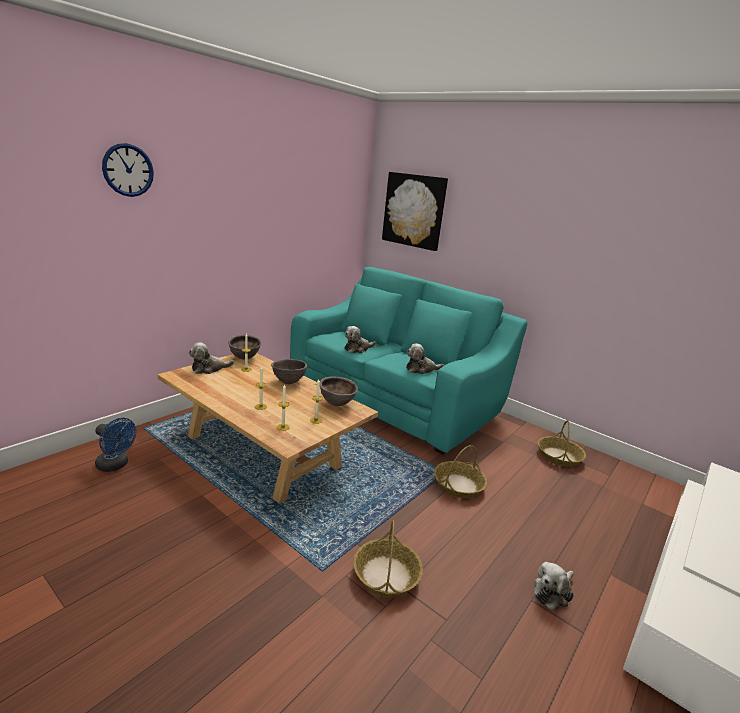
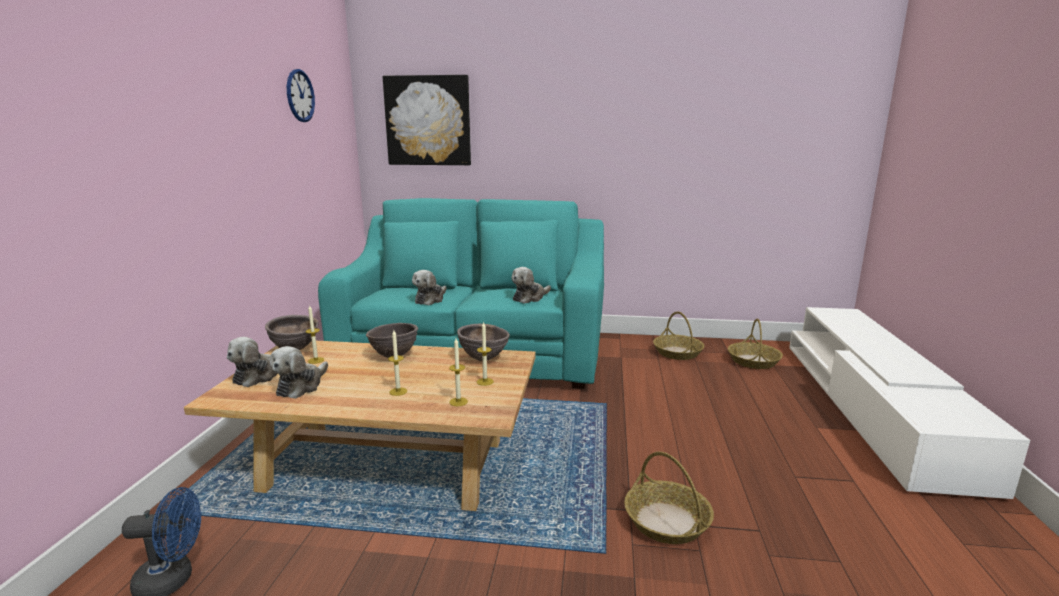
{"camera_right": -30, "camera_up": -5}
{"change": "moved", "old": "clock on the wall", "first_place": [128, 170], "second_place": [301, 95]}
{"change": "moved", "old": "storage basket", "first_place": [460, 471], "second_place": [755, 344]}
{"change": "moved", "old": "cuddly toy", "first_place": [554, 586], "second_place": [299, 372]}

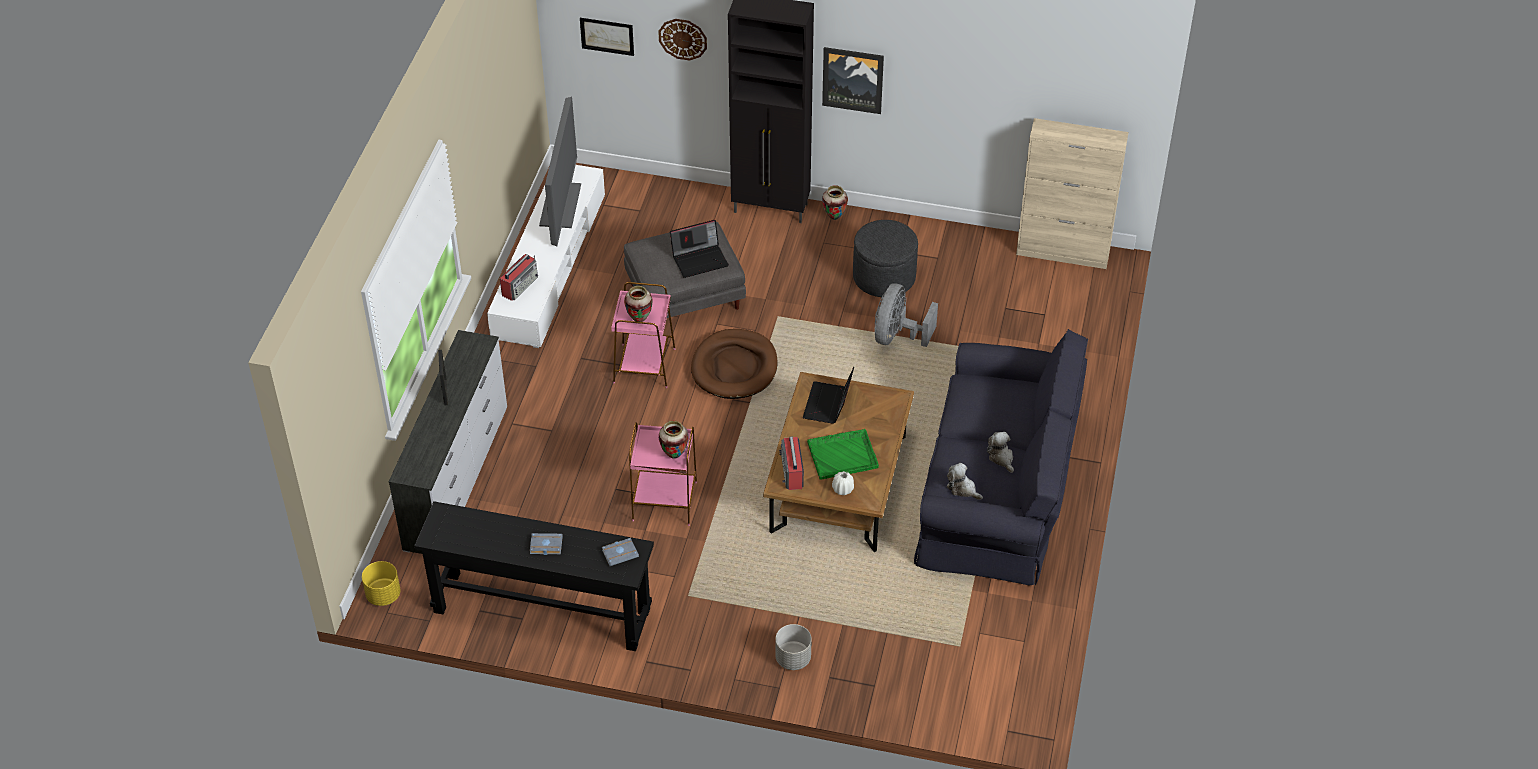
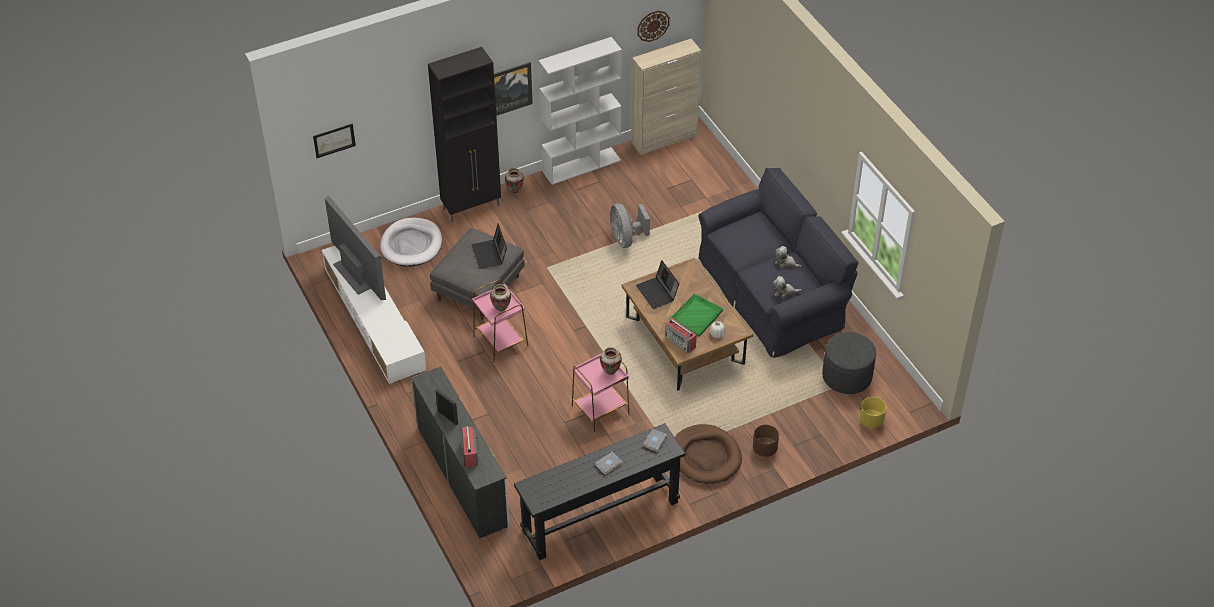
{"camera_right": -40, "camera_up": 0}
{"change": "moved", "old": "clock on the wall", "first_place": [682, 40], "second_place": [653, 26]}
{"change": "turned", "old": "laptop", "first_place": [699, 249], "second_place": [489, 246], "degrees": 135}
{"change": "moved", "old": "footrest in gray", "first_place": [885, 258], "second_place": [849, 363]}
{"change": "moved", "old": "radio receiver", "first_place": [519, 277], "second_place": [470, 446]}
{"change": "moved", "old": "dog bed in brown-coloured", "first_place": [734, 364], "second_place": [708, 454]}
{"change": "moved", "old": "flower pot in yellowish", "first_place": [381, 583], "second_place": [872, 412]}
{"change": "recoloured", "old": "flower pot in gray", "new": "flower pot in brown-coloured", "first_place": [793, 647], "second_place": [766, 441]}
{"change": "added", "new": "bookcase in white", "second_place": [580, 111]}
{"change": "added", "new": "dog bed in white", "second_place": [411, 242]}

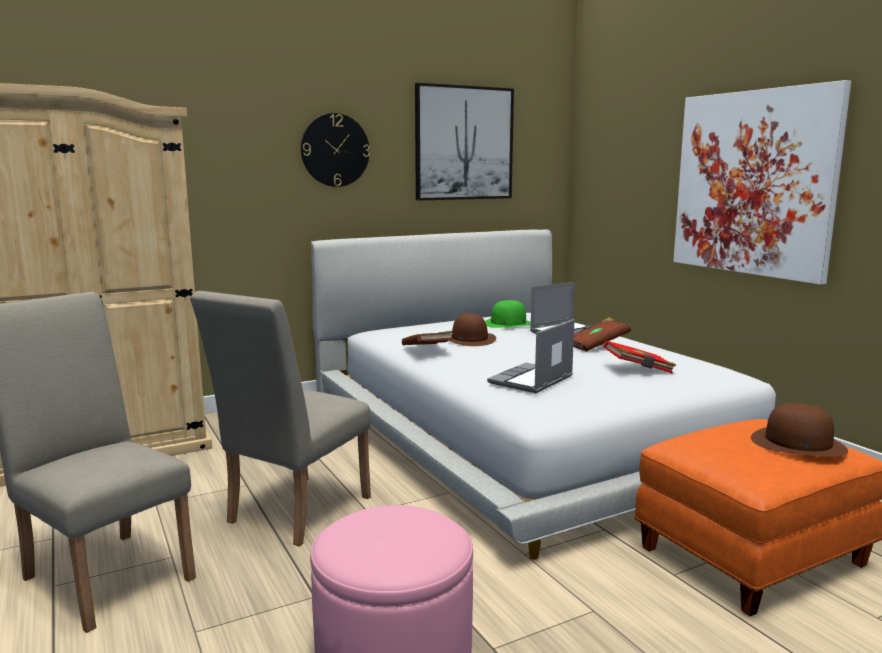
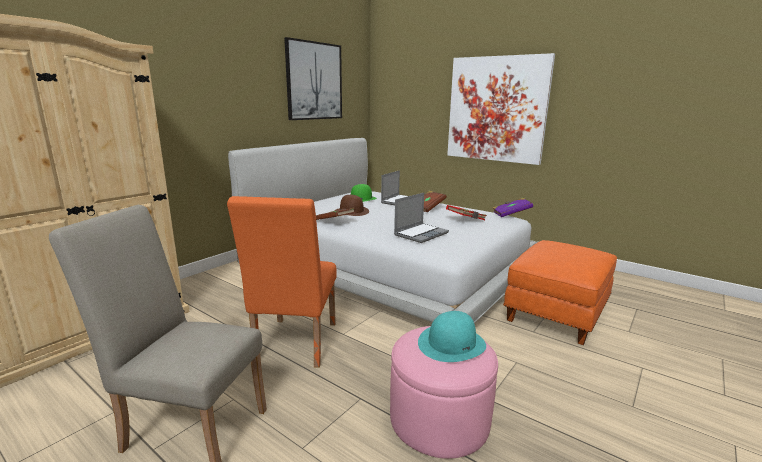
{"camera_right": -25, "camera_up": 5}
{"change": "removed", "old": "clock on the wall", "first_place": [335, 150]}
{"change": "recoloured", "old": "chair in beige-coloured", "new": "chair in orange", "first_place": [280, 418], "second_place": [282, 282]}
{"change": "turned", "old": "laptop", "first_place": [530, 356], "second_place": [421, 218], "degrees": -150}
{"change": "removed", "old": "clothing hat in brown-coloured", "first_place": [799, 430]}
{"change": "added", "new": "volume in purple-coloured", "second_place": [513, 207]}
{"change": "added", "new": "clothing hat in turquoise-coloured", "second_place": [452, 336]}

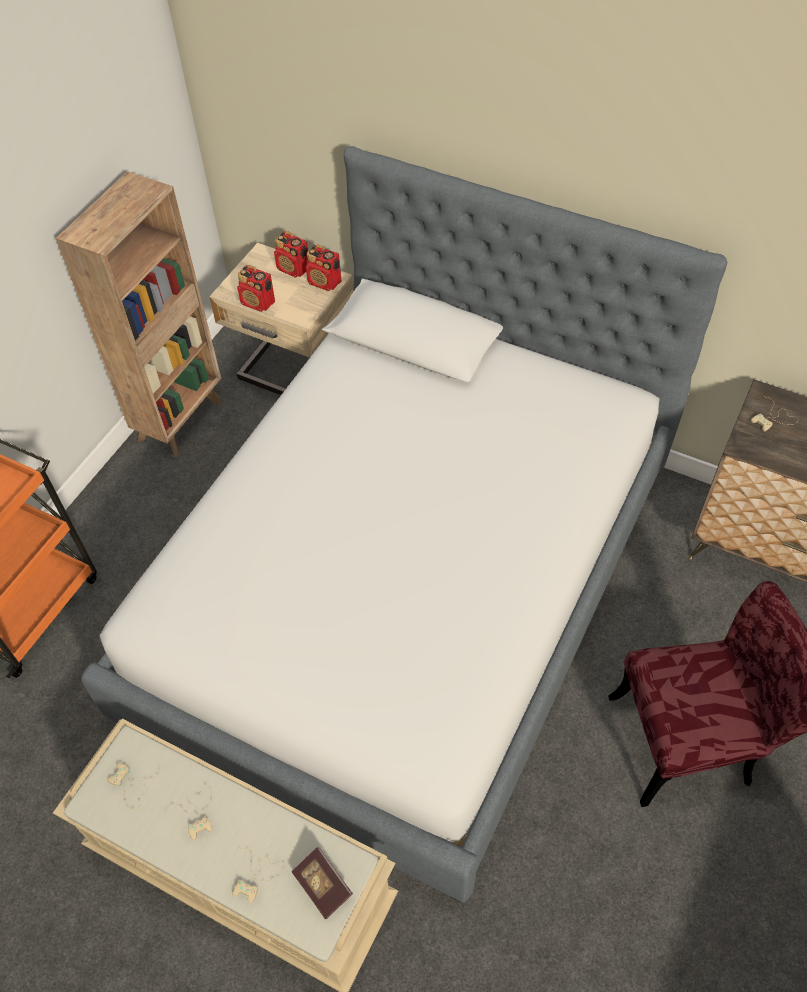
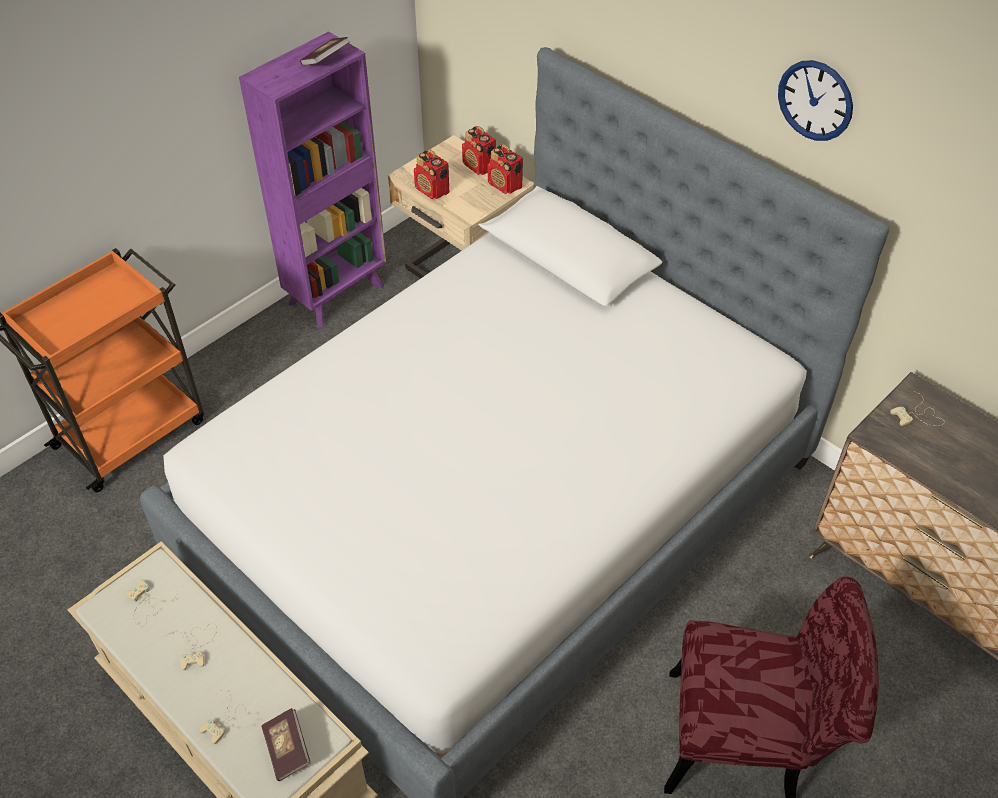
{"camera_right": 15, "camera_up": -5}
{"change": "recoloured", "old": "bookcase in brown-coloured", "new": "bookcase in purple-coloured", "first_place": [139, 314], "second_place": [312, 179]}
{"change": "added", "new": "volume", "second_place": [325, 51]}
{"change": "added", "new": "clock on the wall", "second_place": [815, 100]}

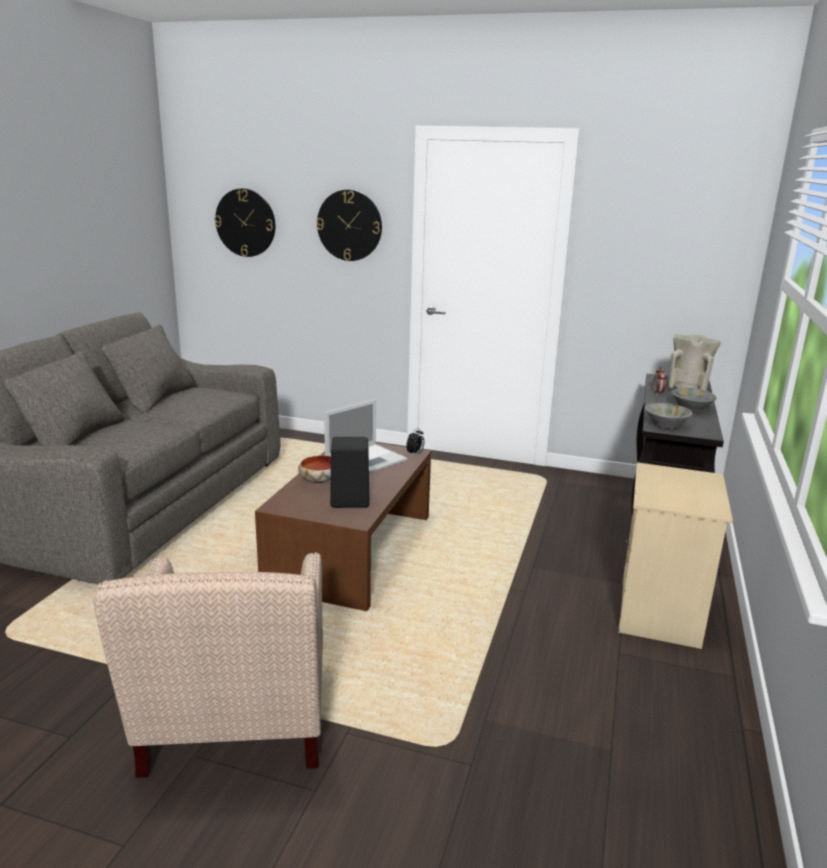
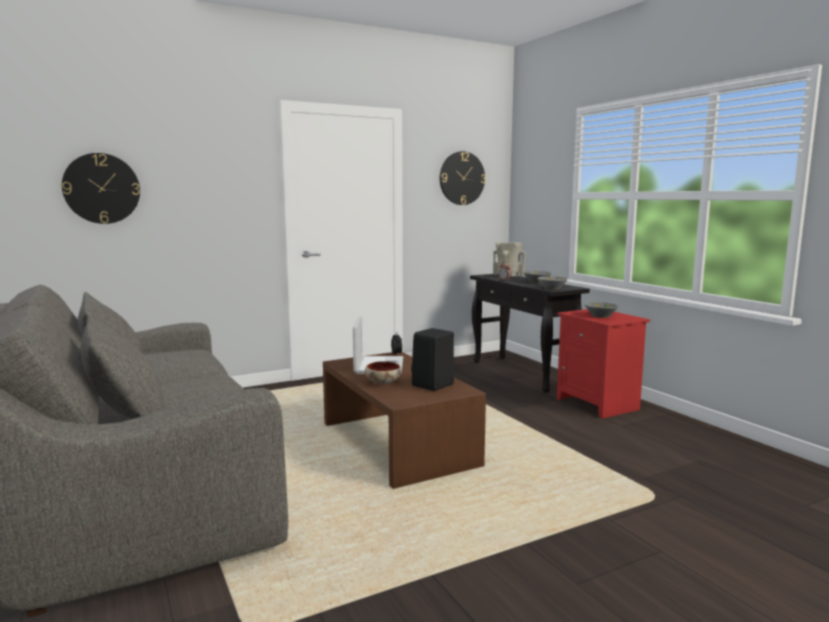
{"camera_right": -45, "camera_up": -10}
{"change": "moved", "old": "clock on the wall", "first_place": [349, 225], "second_place": [463, 178]}
{"change": "recoloured", "old": "night table in beige-coloured", "new": "night table in red-coloured", "first_place": [675, 555], "second_place": [603, 364]}
{"change": "removed", "old": "easy chair in beige-coloured", "first_place": [208, 665]}
{"change": "added", "new": "serving bowl in gray", "second_place": [601, 310]}

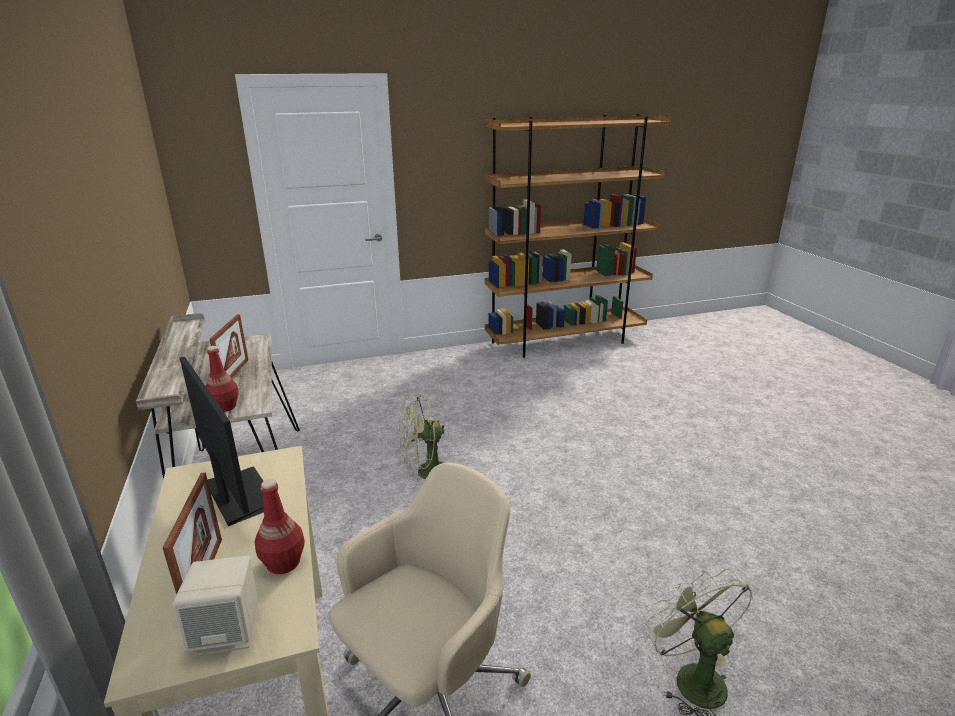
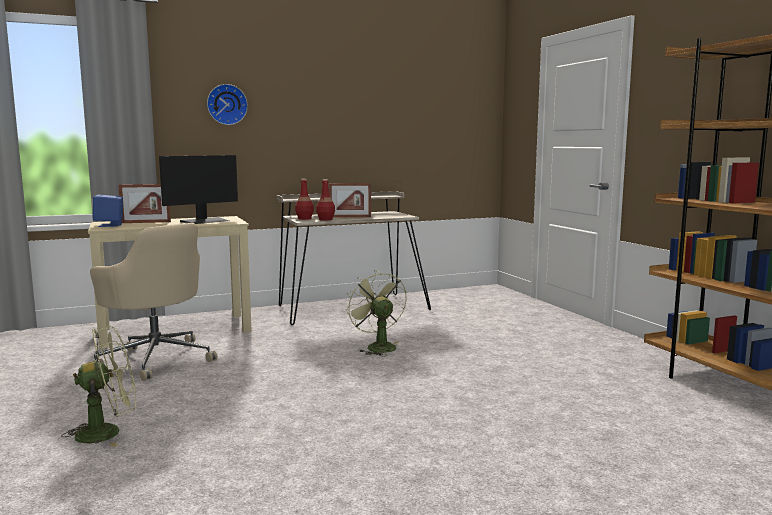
{"camera_right": 85, "camera_up": -15}
{"change": "moved", "old": "beverage bottle in red-coloured", "first_place": [279, 526], "second_place": [325, 199]}
{"change": "recoloured", "old": "speaker in beige-coloured", "new": "speaker in blue-coloured", "first_place": [215, 606], "second_place": [107, 211]}
{"change": "added", "new": "clock on the wall", "second_place": [227, 104]}

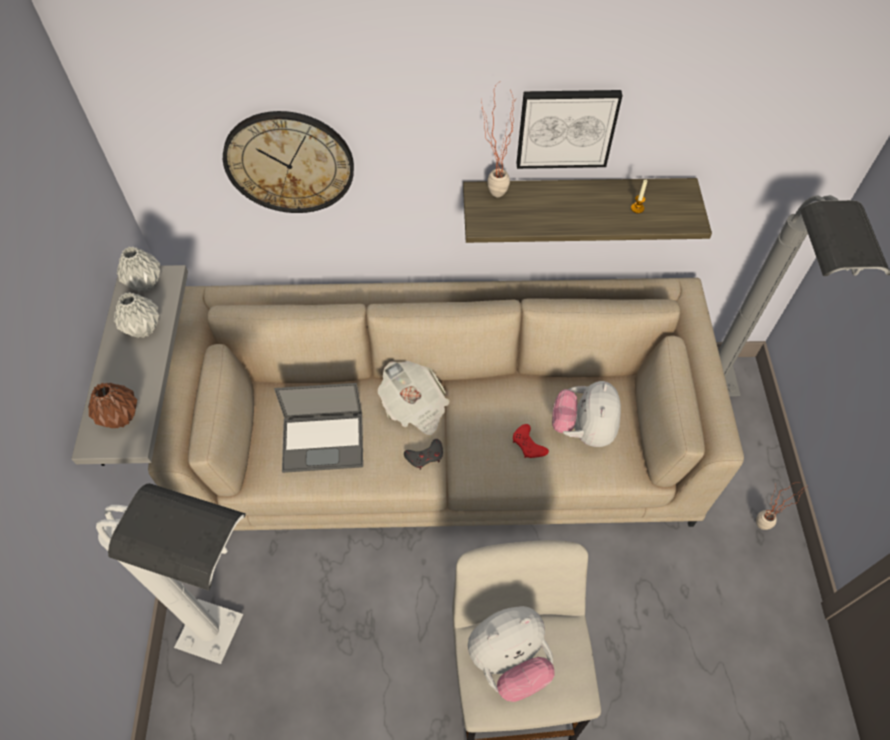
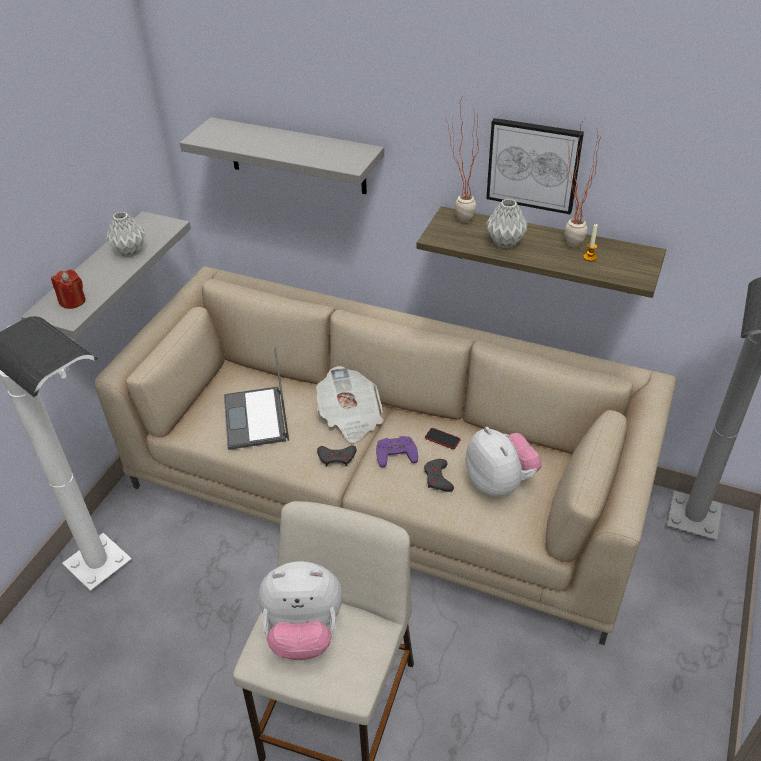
{"camera_right": 25, "camera_up": -15}
{"change": "replaced", "old": "clock on the wall", "new": "wall shelf in gray", "first_place": [288, 162], "second_place": [282, 155]}
{"change": "moved", "old": "decorative vase in gray", "first_place": [138, 269], "second_place": [507, 223]}
{"change": "turned", "old": "cuddly toy", "first_place": [586, 414], "second_place": [504, 462], "degrees": 120}
{"change": "replaced", "old": "decorative vase in brown-coloured", "new": "wax light in red-coloured", "first_place": [112, 405], "second_place": [68, 289]}
{"change": "turned", "old": "laptop", "first_place": [318, 428], "second_place": [256, 399], "degrees": 60}
{"change": "recoloured", "old": "game controller in red-coloured", "new": "game controller in gray", "first_place": [531, 441], "second_place": [439, 475]}
{"change": "moved", "old": "plant in a pot", "first_place": [783, 506], "second_place": [583, 183]}
{"change": "added", "new": "phone", "second_place": [443, 438]}
{"change": "added", "new": "game controller in purple-coloured", "second_place": [397, 451]}

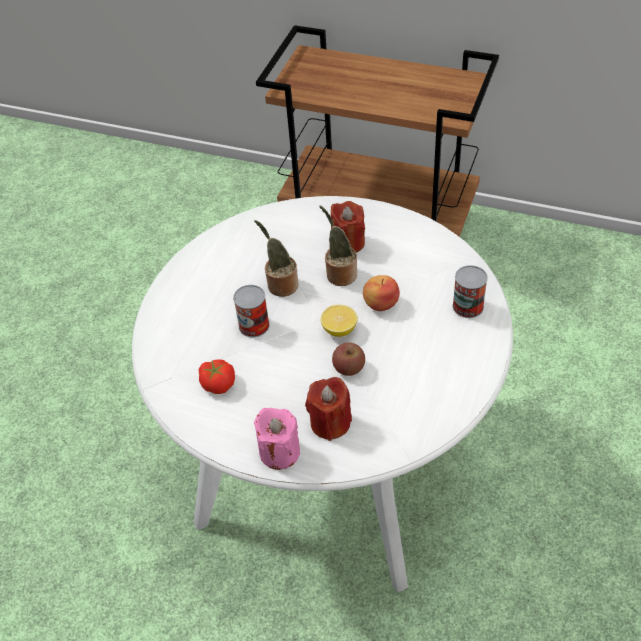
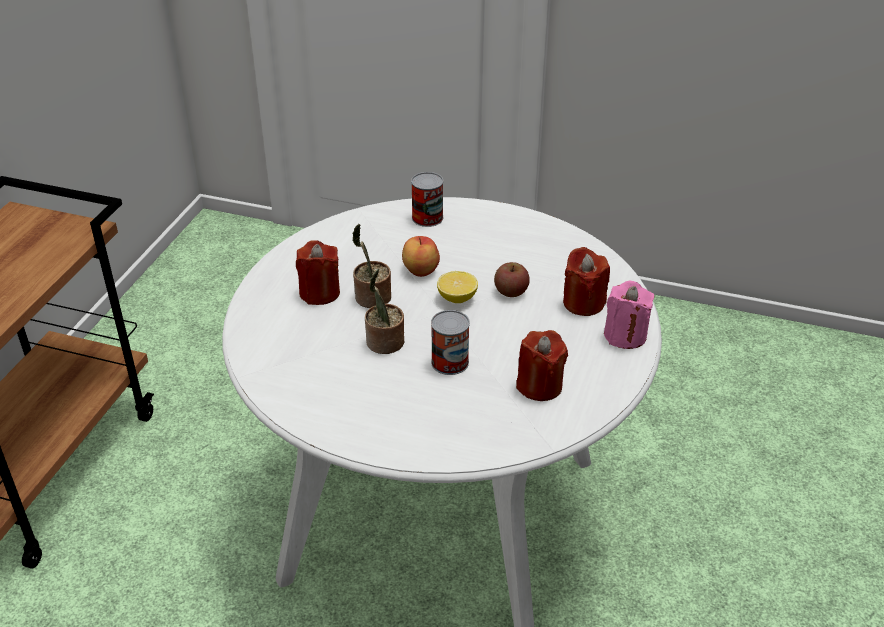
{"camera_right": -95, "camera_up": -10}
{"change": "replaced", "old": "tomato", "new": "wax light in red-coloured", "first_place": [217, 377], "second_place": [542, 365]}

